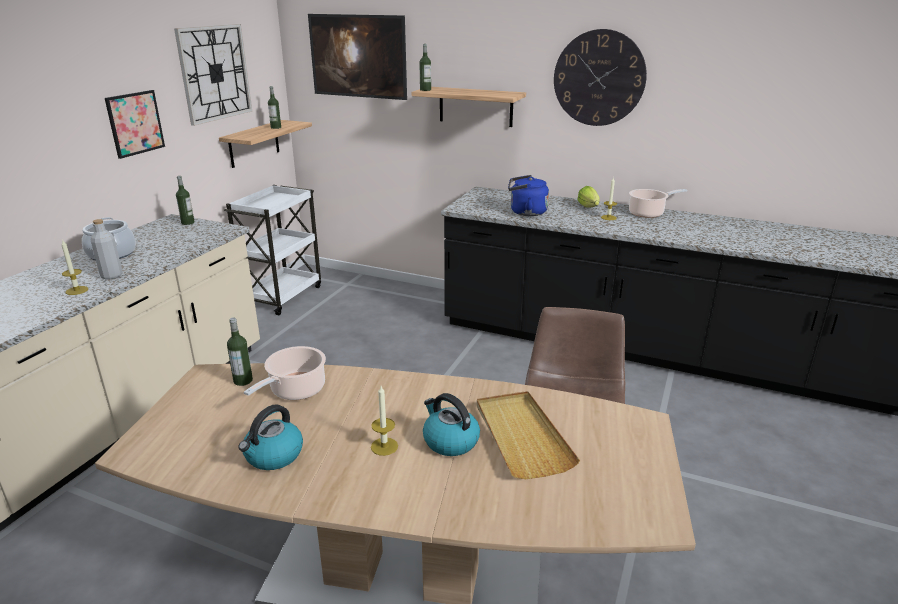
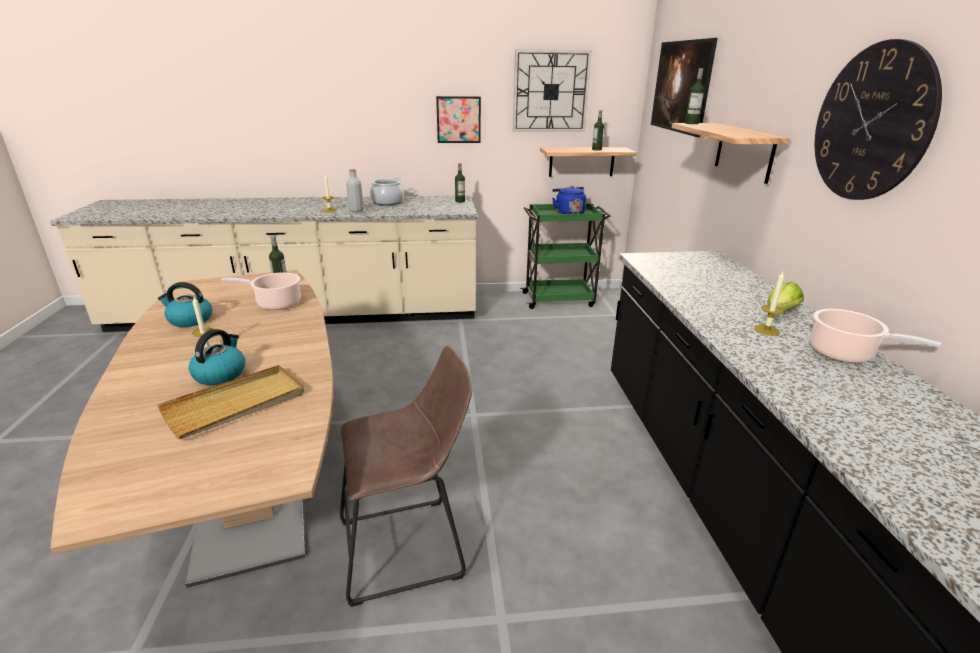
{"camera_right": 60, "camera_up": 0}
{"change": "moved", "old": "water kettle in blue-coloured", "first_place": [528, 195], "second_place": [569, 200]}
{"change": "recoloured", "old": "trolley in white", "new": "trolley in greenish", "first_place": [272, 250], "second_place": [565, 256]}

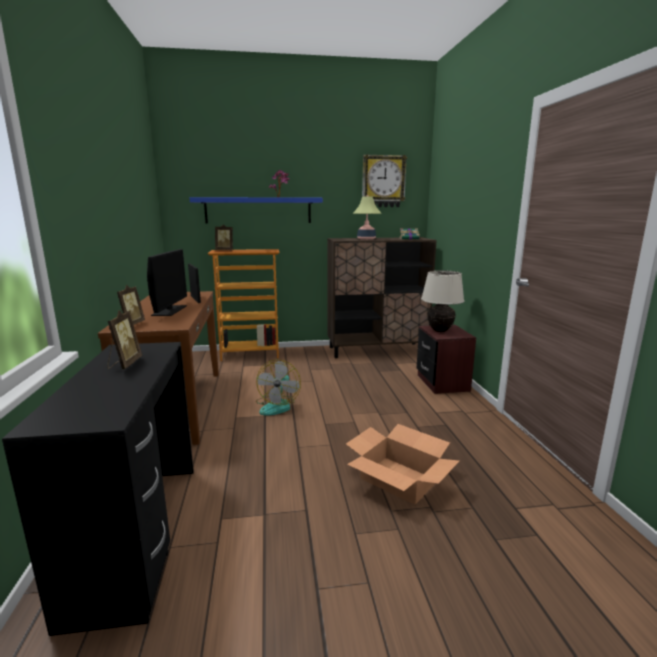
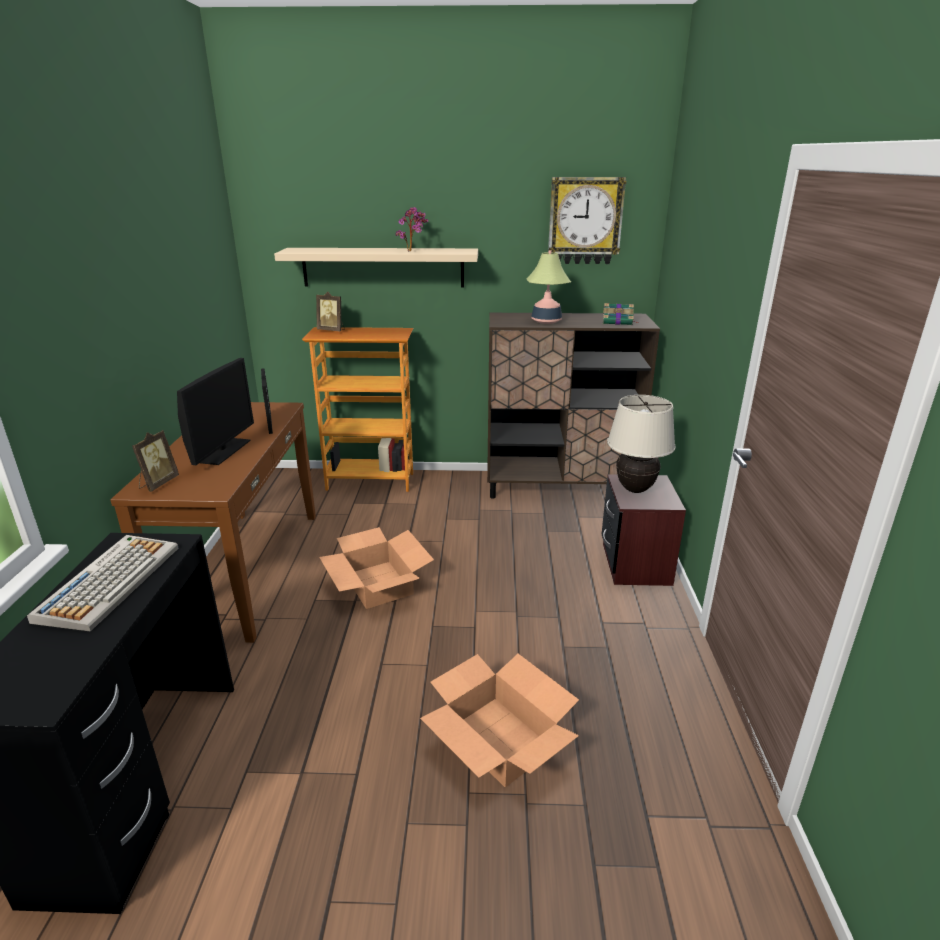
{"camera_right": 10, "camera_up": 10}
{"change": "recoloured", "old": "wall shelf in blue-coloured", "new": "wall shelf in beige-coloured", "first_place": [256, 210], "second_place": [376, 267]}
{"change": "replaced", "old": "photo frame", "new": "keyboard", "first_place": [124, 339], "second_place": [102, 583]}
{"change": "replaced", "old": "fan", "new": "carton", "first_place": [278, 387], "second_place": [376, 568]}

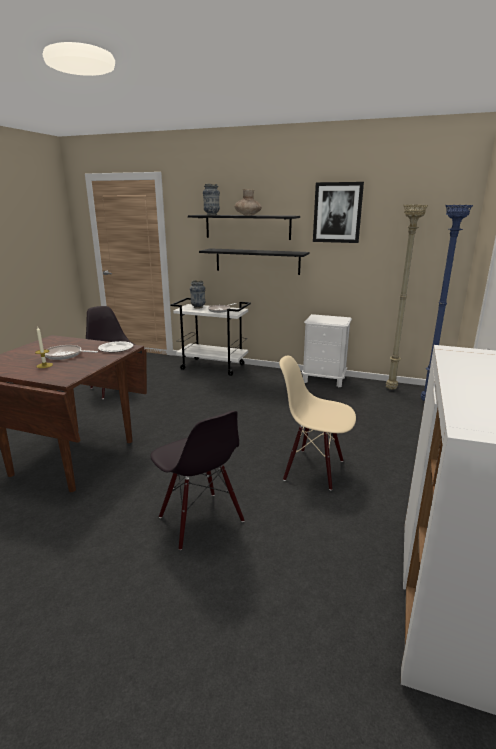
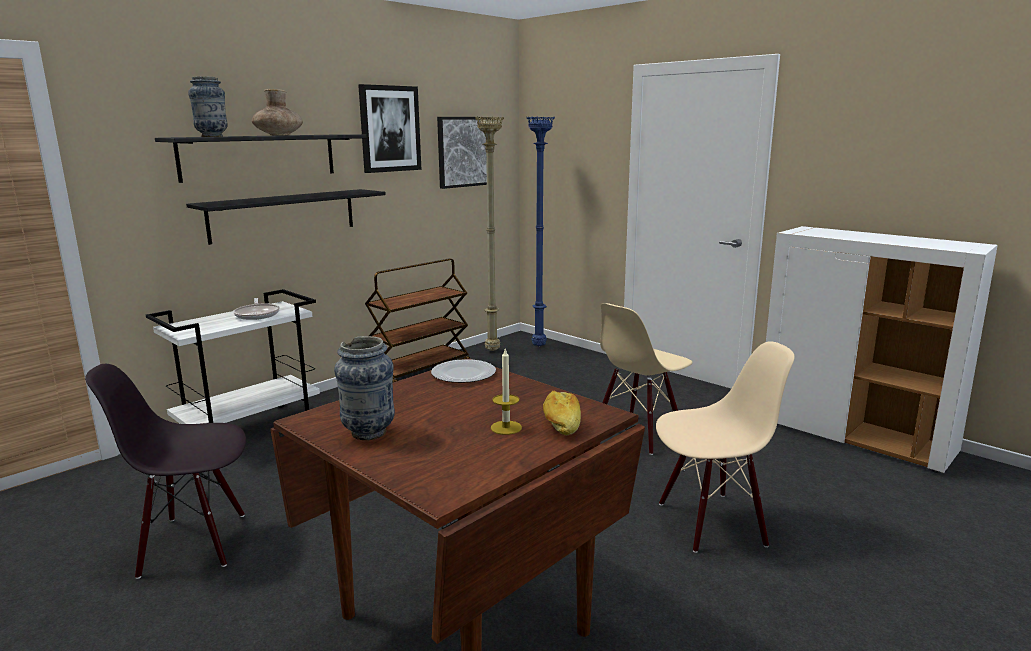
{"camera_right": -65, "camera_up": -5}
{"change": "moved", "old": "decorative vase", "first_place": [197, 294], "second_place": [364, 388]}
{"change": "replaced", "old": "night table in white", "new": "trolley in brown-coloured", "first_place": [326, 350], "second_place": [417, 320]}
{"change": "removed", "old": "frying pan", "first_place": [71, 352]}
{"change": "recoloured", "old": "chair in black", "new": "chair in beige-coloured", "first_place": [197, 480], "second_place": [725, 447]}
{"change": "added", "new": "wall picture", "second_place": [463, 153]}
{"change": "added", "new": "baked bread", "second_place": [562, 413]}

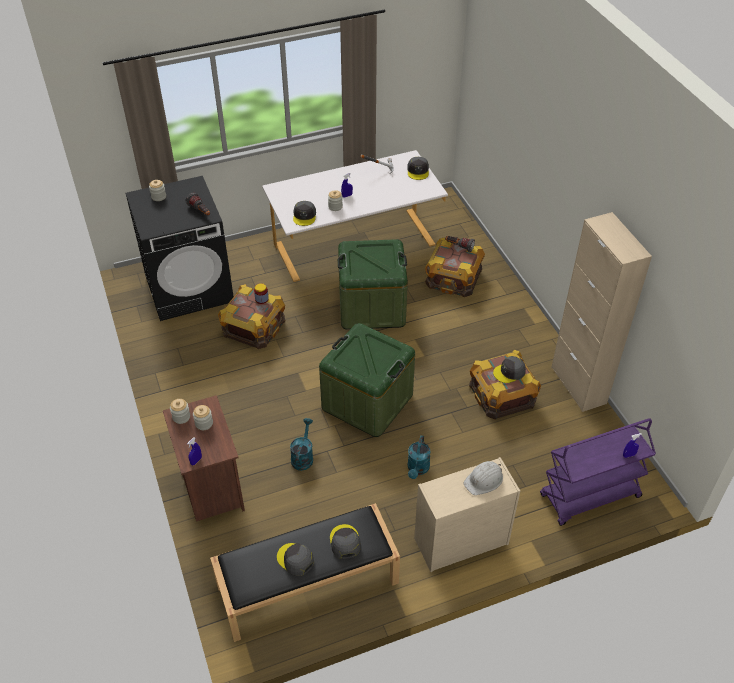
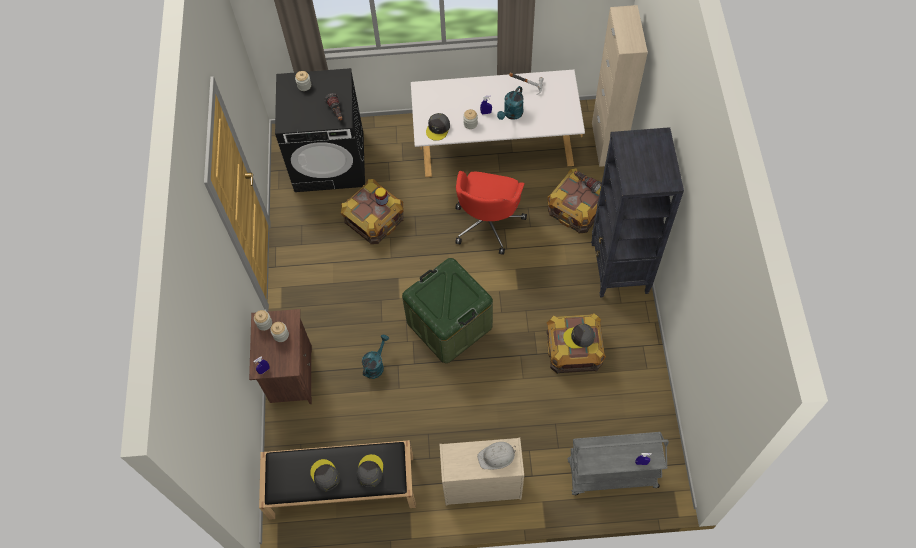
{"camera_right": 20, "camera_up": 15}
{"change": "removed", "old": "peaked cap in gray", "first_place": [418, 168]}
{"change": "moved", "old": "cupboard in beige-coloured", "first_place": [601, 312], "second_place": [620, 86]}
{"change": "replaced", "old": "storage container in greenish", "new": "office chair in red-coloured", "first_place": [373, 284], "second_place": [491, 213]}
{"change": "recoloured", "old": "trolley in purple-coloured", "new": "trolley in gray", "first_place": [598, 472], "second_place": [618, 463]}
{"change": "moved", "old": "watering can in turquoise-coloured", "first_place": [419, 457], "second_place": [510, 103]}
{"change": "added", "new": "bookcase in black", "second_place": [637, 212]}

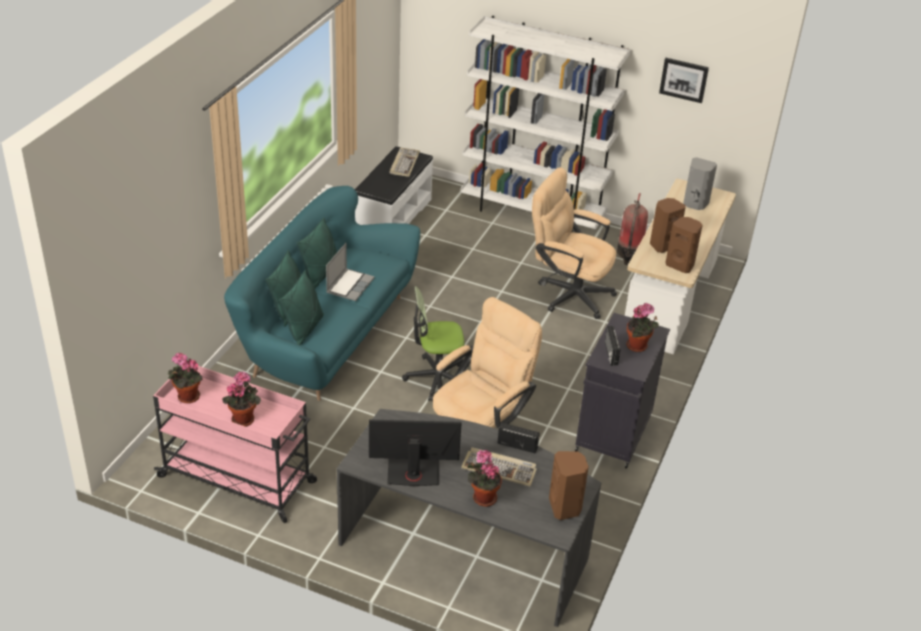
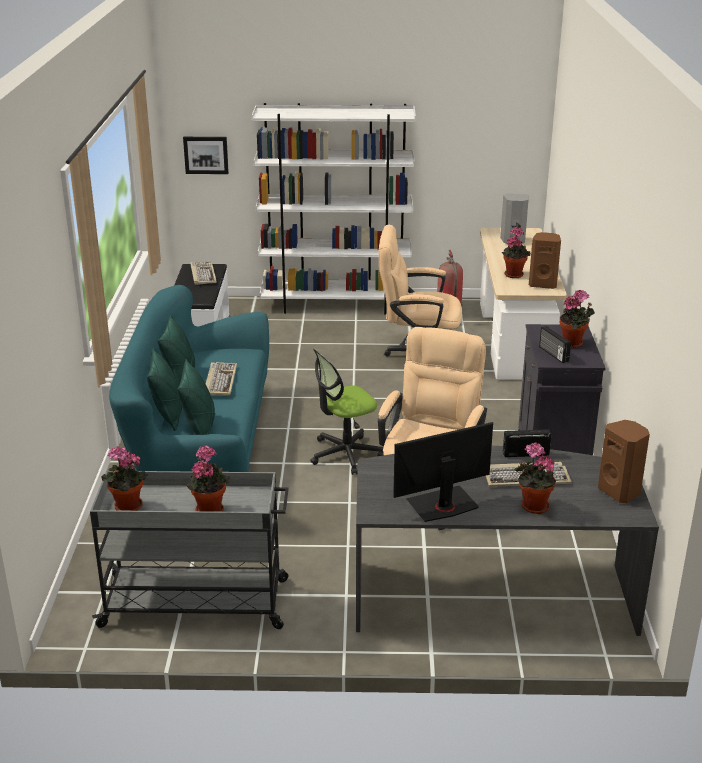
{"camera_right": -20, "camera_up": -10}
{"change": "moved", "old": "wall picture", "first_place": [684, 80], "second_place": [206, 155]}
{"change": "replaced", "old": "speaker in brown-coloured", "new": "plant in a pot", "first_place": [668, 225], "second_place": [516, 252]}
{"change": "replaced", "old": "laptop", "new": "keyboard", "first_place": [350, 272], "second_place": [221, 378]}
{"change": "recoloured", "old": "trolley in pink", "new": "trolley in gray", "first_place": [235, 444], "second_place": [189, 550]}

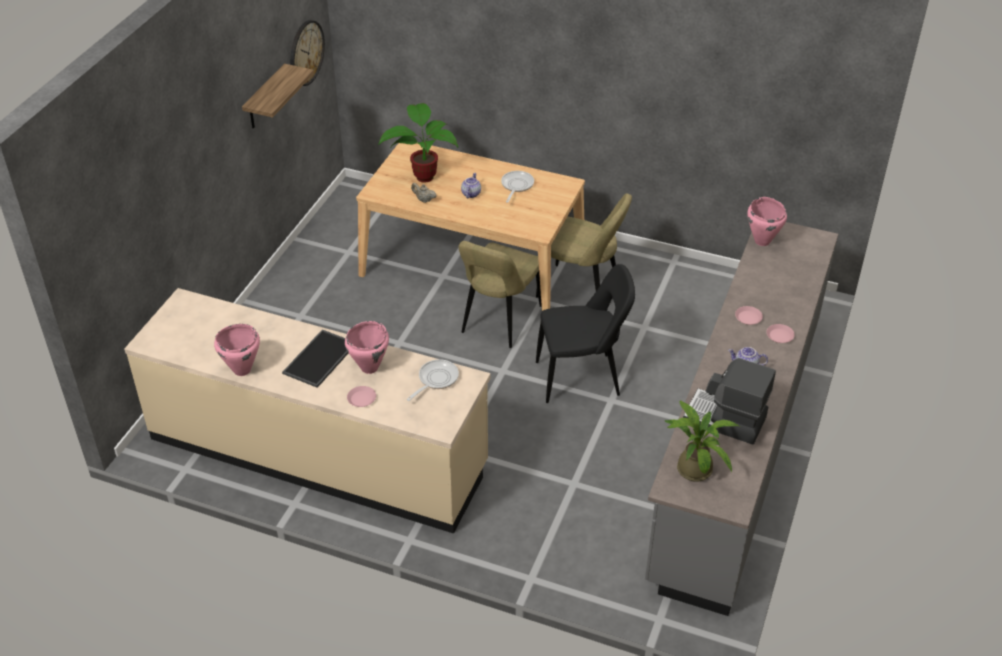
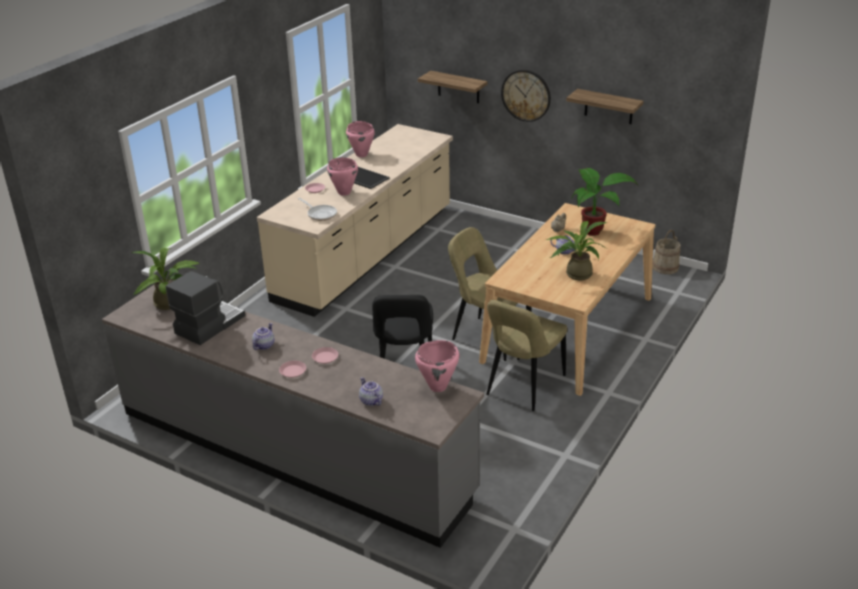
{"camera_right": 100, "camera_up": -10}
{"change": "moved", "old": "clock on the wall", "first_place": [307, 53], "second_place": [526, 96]}
{"change": "replaced", "old": "frying pan", "new": "plant in a pot", "first_place": [517, 187], "second_place": [576, 250]}
{"change": "added", "new": "wall shelf", "second_place": [452, 87]}
{"change": "added", "new": "bucket in beige-coloured", "second_place": [666, 252]}
{"change": "added", "new": "teapot", "second_place": [371, 391]}

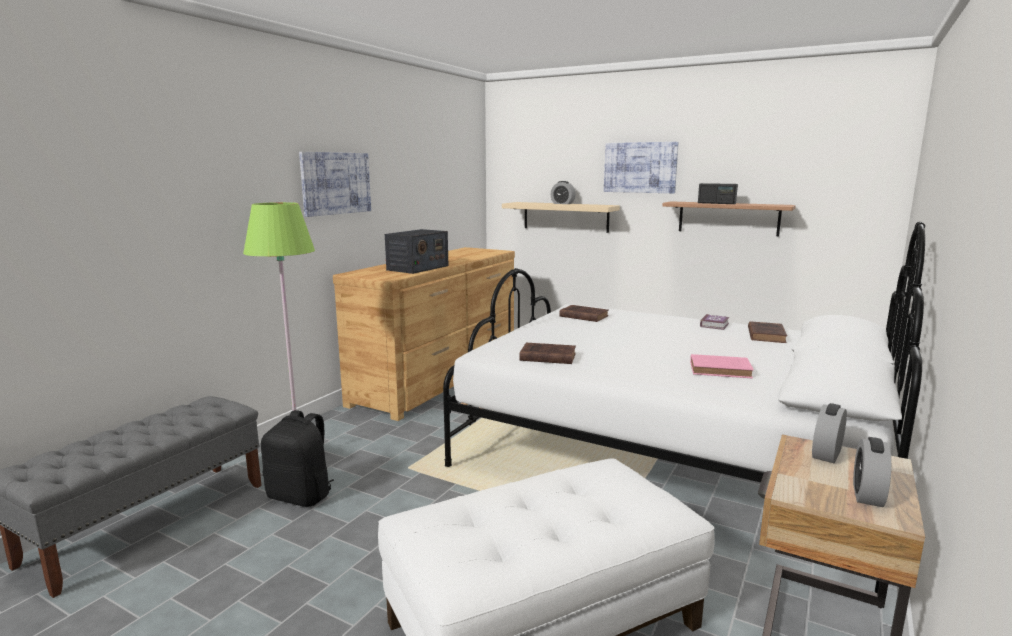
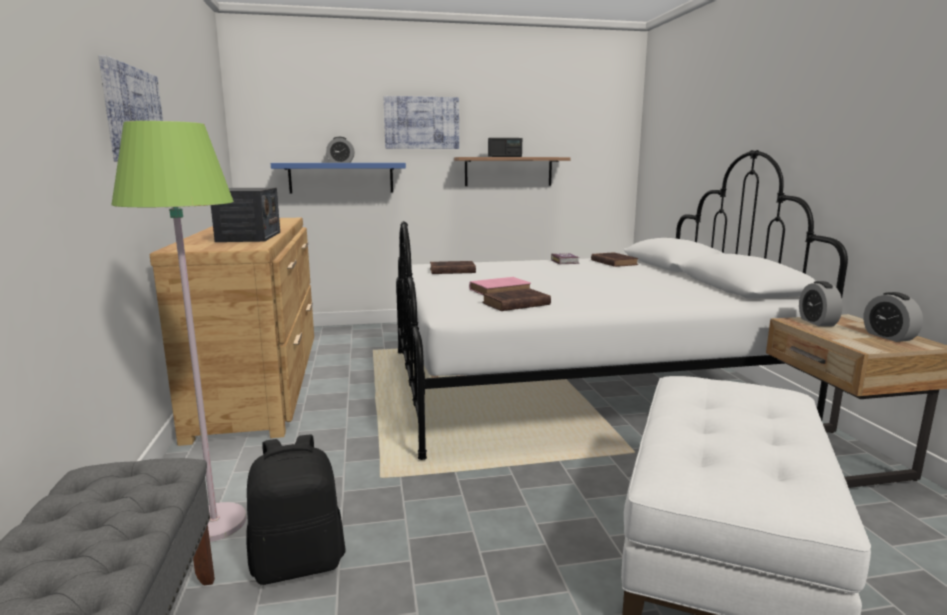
{"camera_right": -40, "camera_up": 0}
{"change": "recoloured", "old": "wall shelf in beige-coloured", "new": "wall shelf in blue-coloured", "first_place": [561, 217], "second_place": [338, 178]}
{"change": "moved", "old": "volume in pink", "first_place": [722, 366], "second_place": [500, 286]}

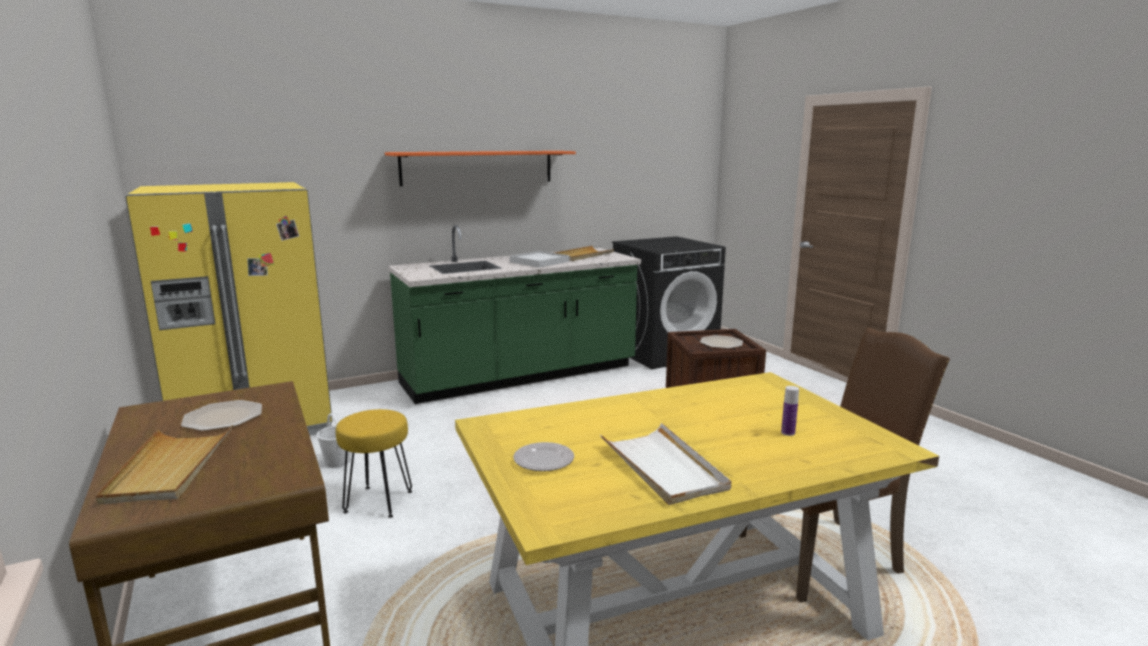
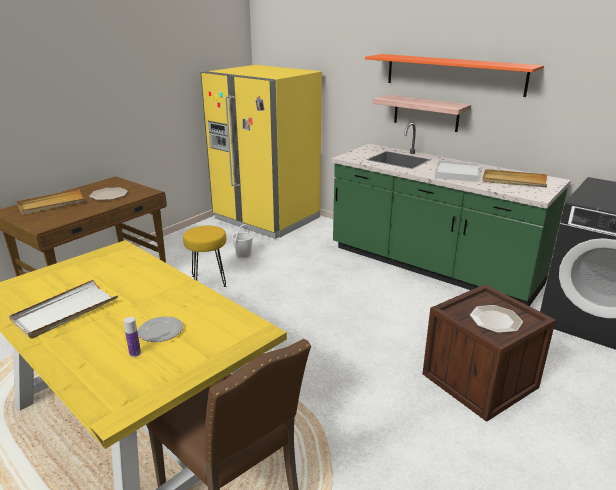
{"camera_right": 65, "camera_up": 10}
{"change": "moved", "old": "plate", "first_place": [543, 456], "second_place": [160, 329]}
{"change": "added", "new": "wall shelf", "second_place": [422, 113]}

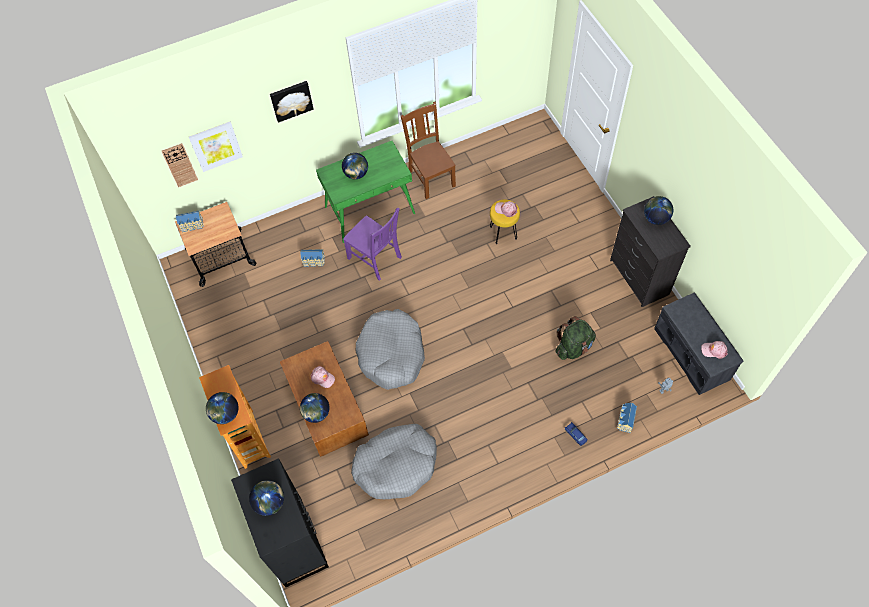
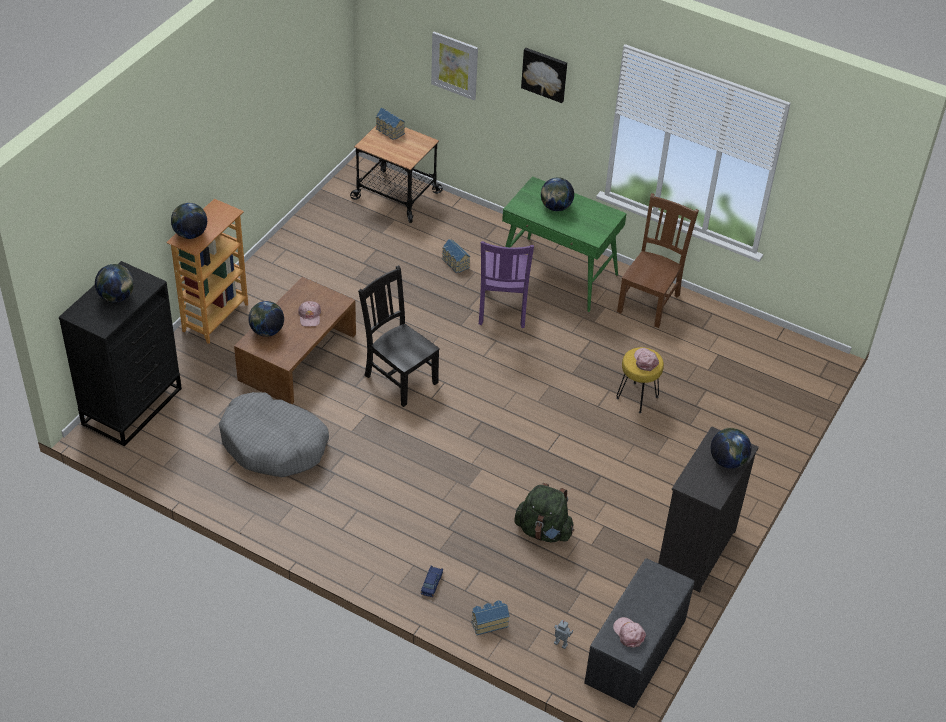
{"camera_right": 50, "camera_up": -15}
{"change": "removed", "old": "clock on the wall", "first_place": [180, 165]}
{"change": "replaced", "old": "dog bed in gray", "new": "chair in black", "first_place": [390, 349], "second_place": [399, 336]}

